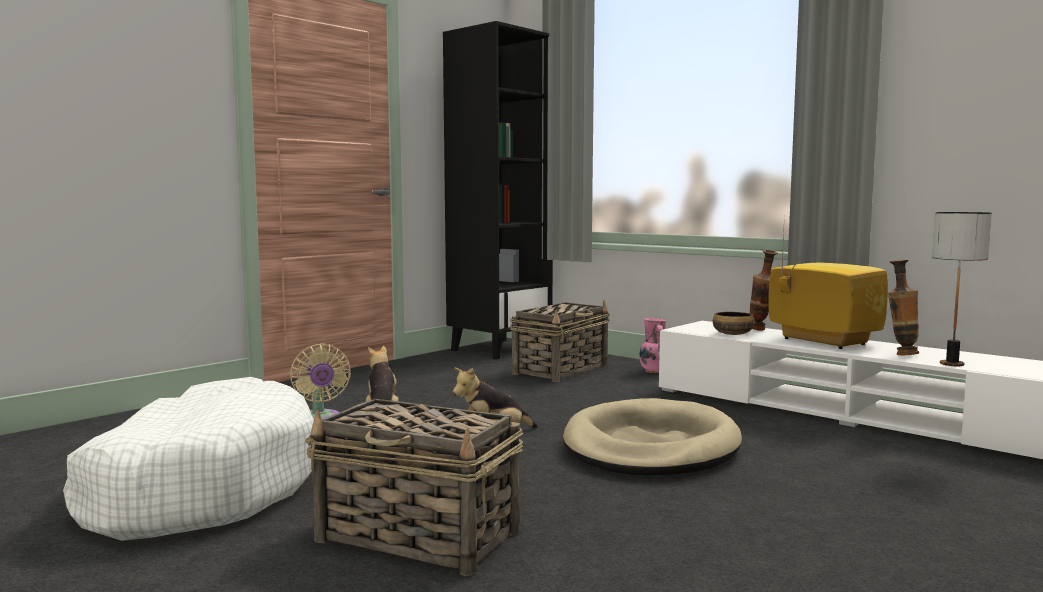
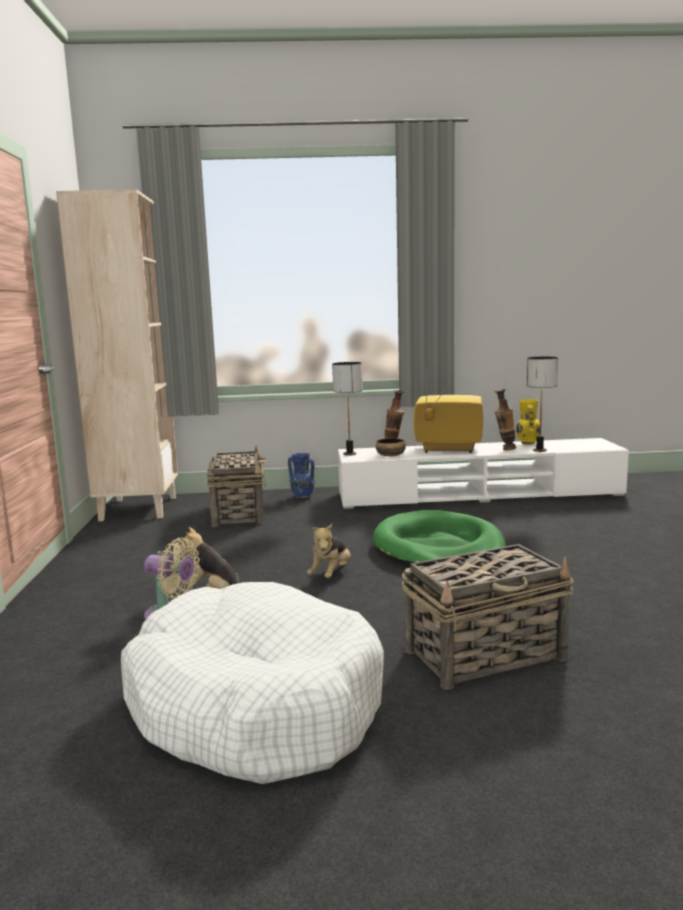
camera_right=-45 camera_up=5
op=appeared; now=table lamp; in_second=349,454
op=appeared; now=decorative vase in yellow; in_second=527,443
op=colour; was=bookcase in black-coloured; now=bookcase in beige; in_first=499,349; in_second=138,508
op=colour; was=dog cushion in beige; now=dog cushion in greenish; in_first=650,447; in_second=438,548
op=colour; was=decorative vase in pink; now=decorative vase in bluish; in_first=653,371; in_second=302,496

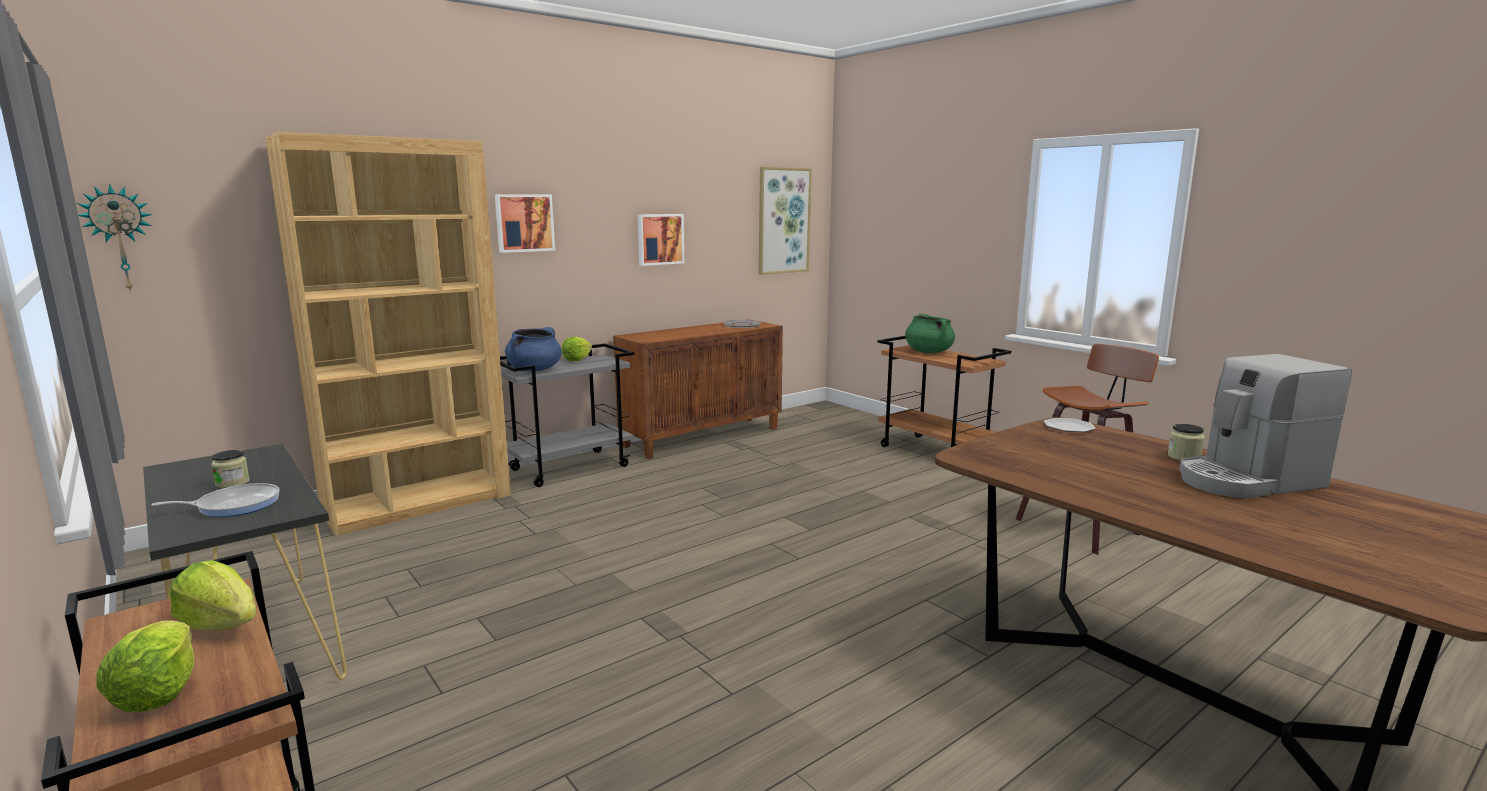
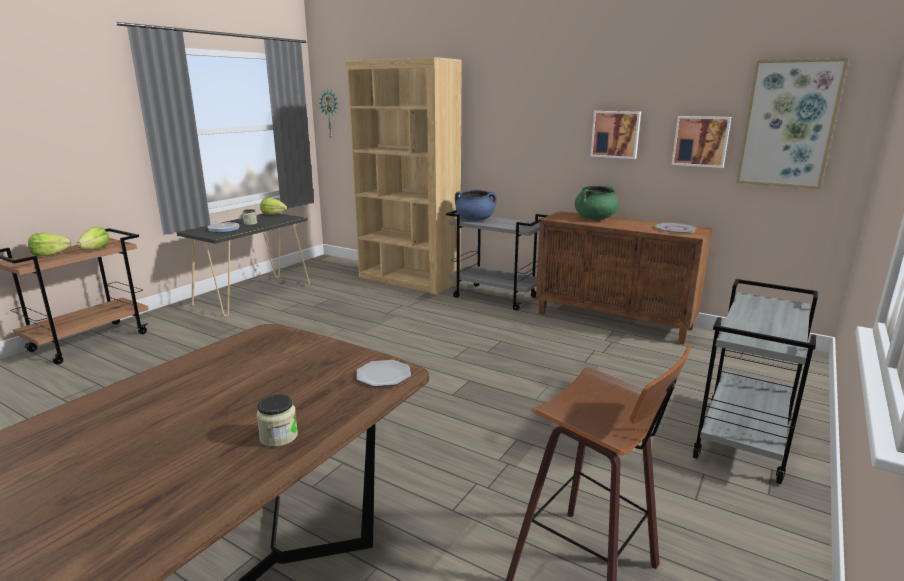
camera_right=70 camera_up=5
op=missing; was=coffee maker; in_first=1247,480
op=relocated; was=wall picture; in_first=524,223; in_second=701,141
op=relocated; was=head of lettuce; in_first=577,359; in_second=273,214
op=relocated; was=cooking pot in greenish; in_first=928,352; in_second=595,218
op=colour; was=cart in brown-coloured; now=cart in gray; in_first=936,452; in_second=744,441

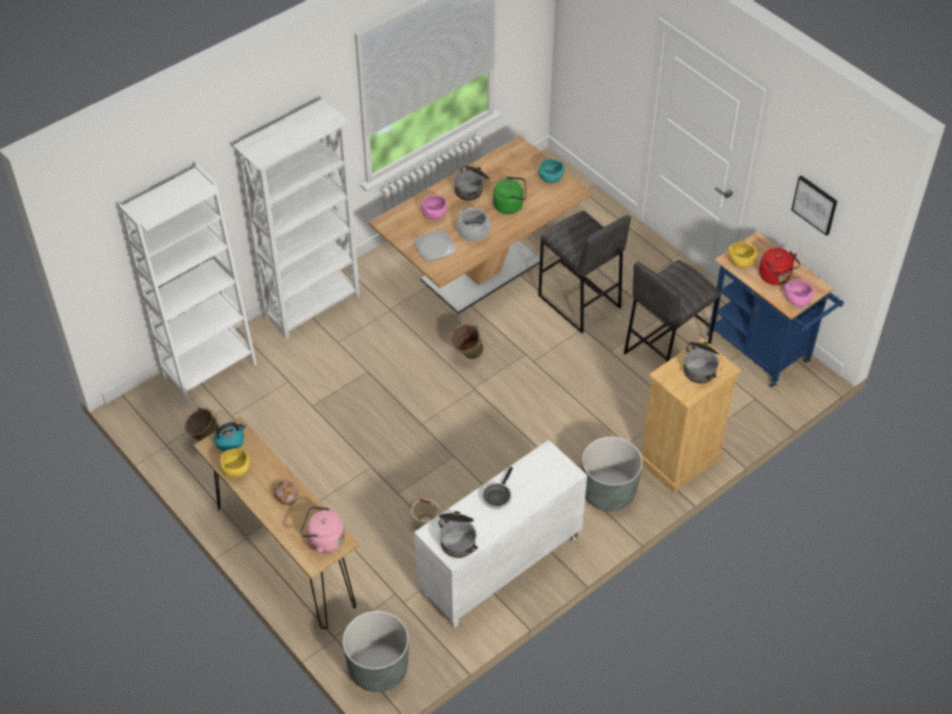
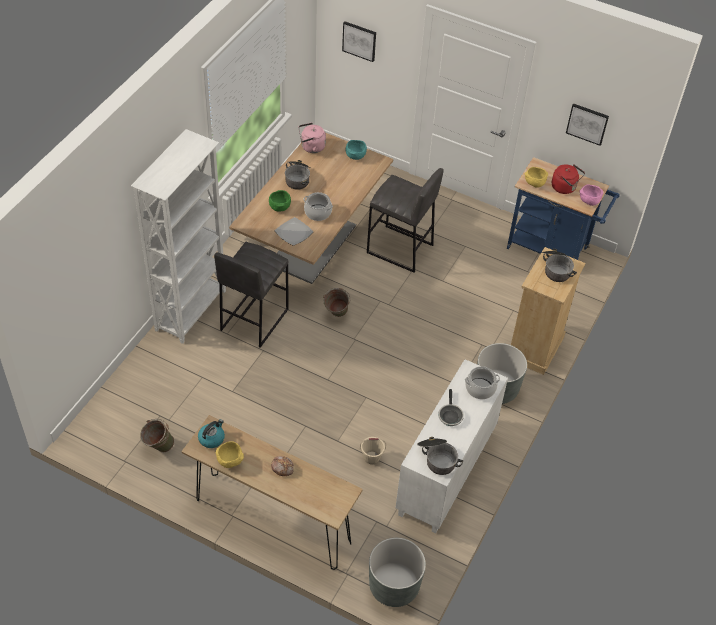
camera_right=-25 camera_up=0
op=missing; was=bookcase in white; in_first=209,370
op=missing; was=tea kettle in greenish; in_first=510,205
op=appeared; now=wall picture; in_second=359,41
op=appeared; now=cooking pot; in_second=480,388
op=relocated; was=tea kettle in pink; in_first=323,540; in_second=311,147
op=relocated; was=stool seat in gray; in_first=665,352; in_second=253,319
op=colour; was=bowl in pink; now=bowl in greenish; in_first=434,215; in_second=279,207

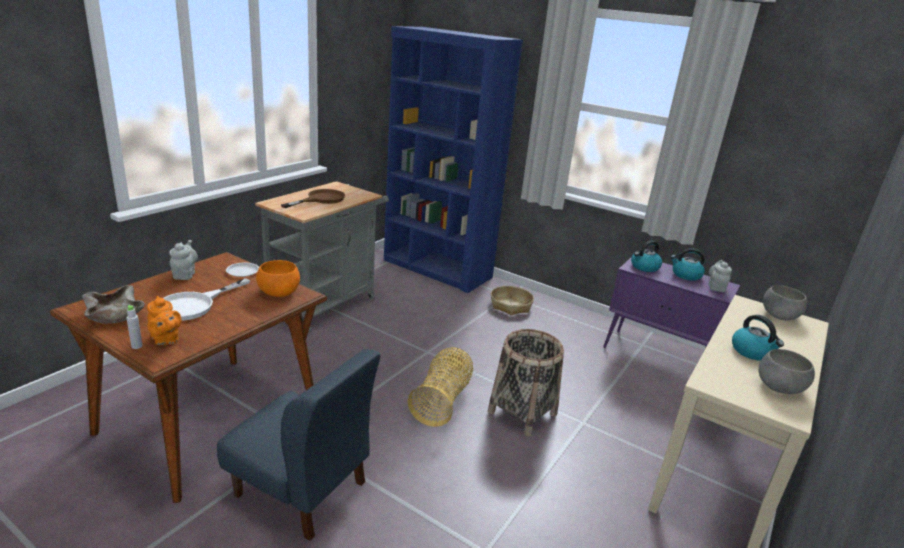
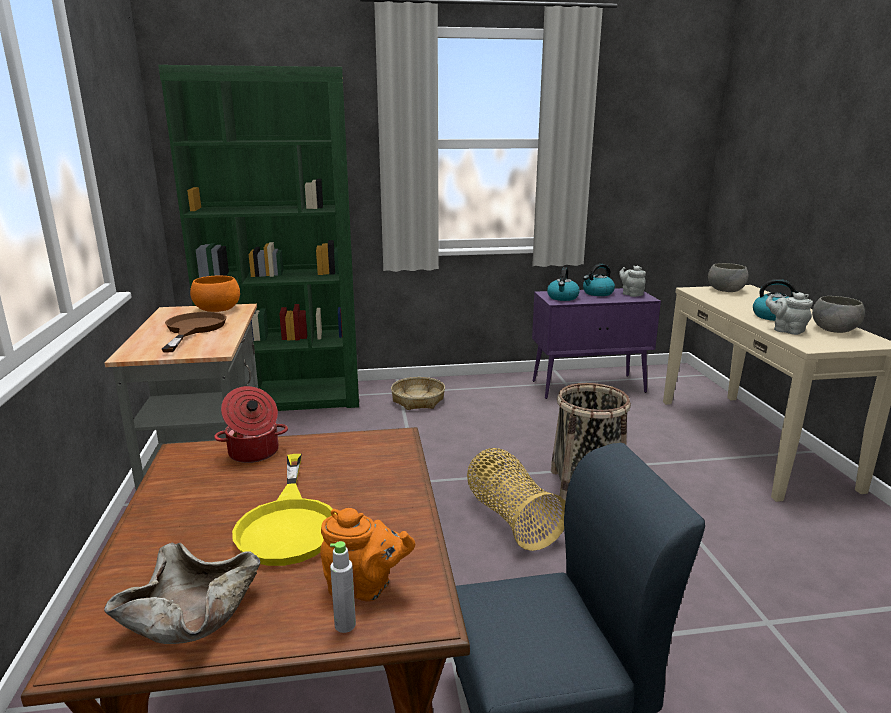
camera_right=-40 camera_up=-5
op=relocated; was=teapot in gray; in_first=185,274; in_second=786,330
op=relocated; was=bowl in orange-coloured; in_first=278,292; in_second=216,309
op=exchanged; was=plate in white; now=cooking pot; in_first=243,272; in_second=253,453
op=colour; was=skillet in white; now=skillet in yellow; in_first=194,305; in_second=289,523
op=colour; was=bookcase in bluish; now=bookcase in greenish; in_first=437,269; in_second=287,398

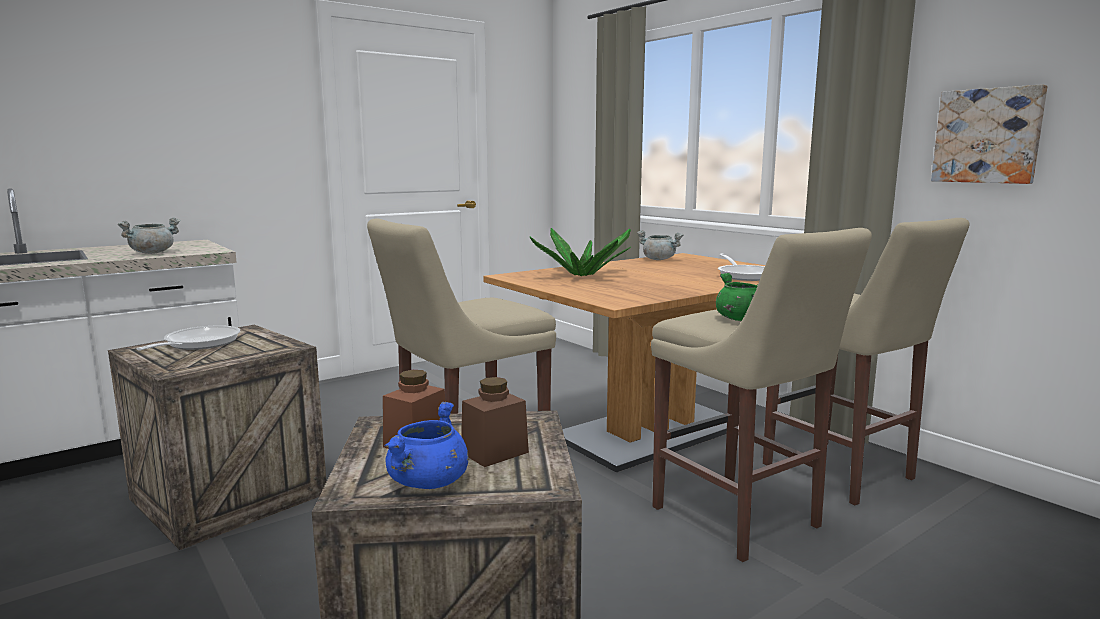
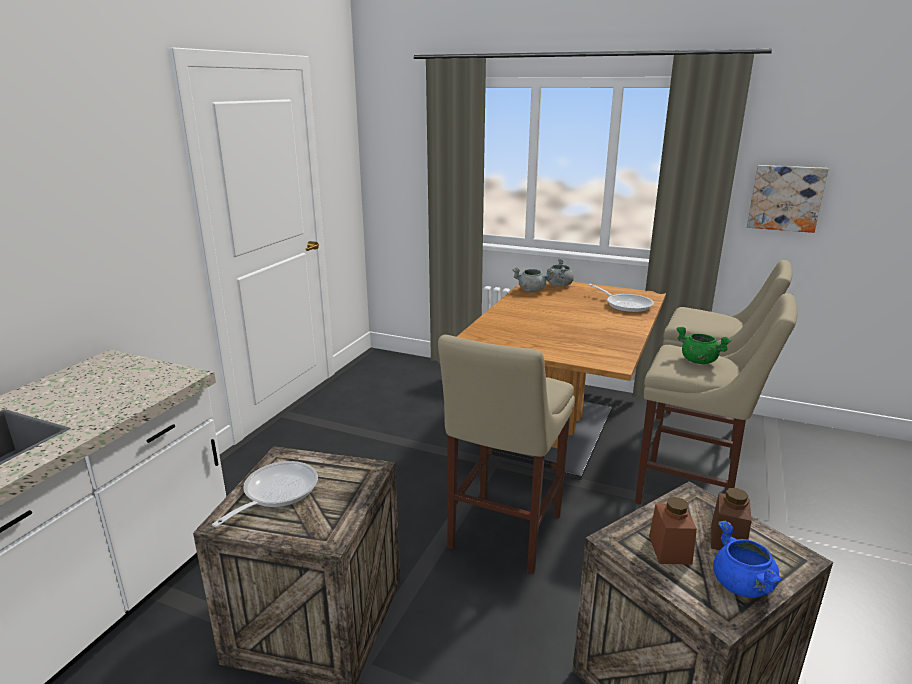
camera_right=-30 camera_up=10
op=missing; was=potted plant; in_first=581,275
op=relocated; was=cooking pot in gray; in_first=152,253; in_second=559,285
op=spun; was=skillet; in_first=197,344; in_second=275,493; clockwise=45

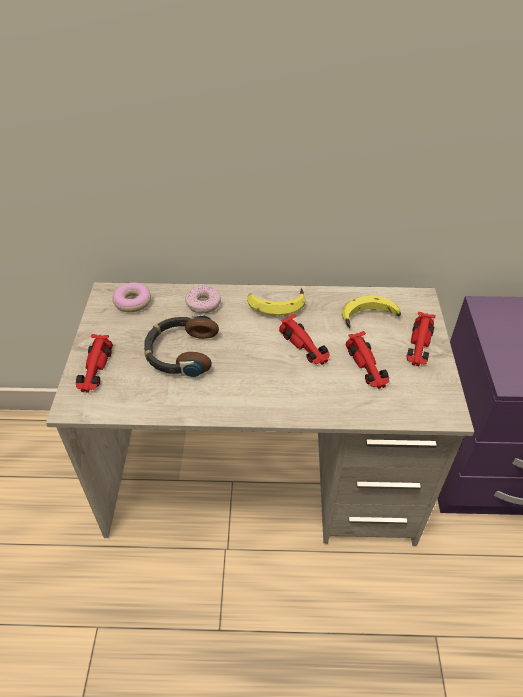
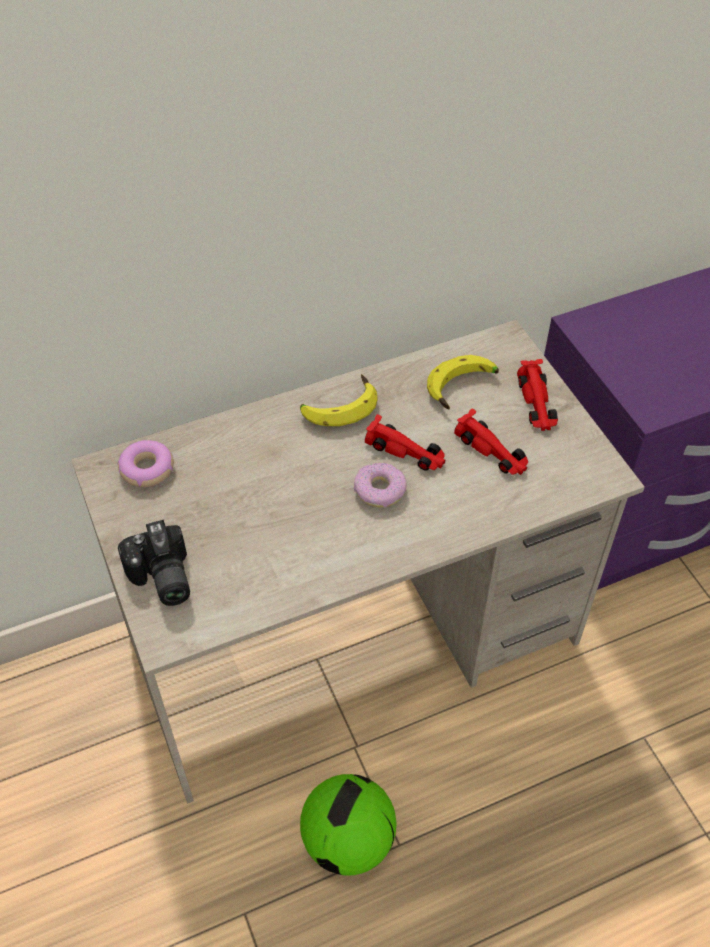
camera_right=-25 camera_up=5
op=missing; was=headset; in_first=181,352
op=appeared; now=football; in_second=348,840
op=relocated; was=donut; in_first=203,304; in_second=379,490
op=exchanged; was=miniature car in red-coloured; now=still camera; in_first=95,369; in_second=160,579

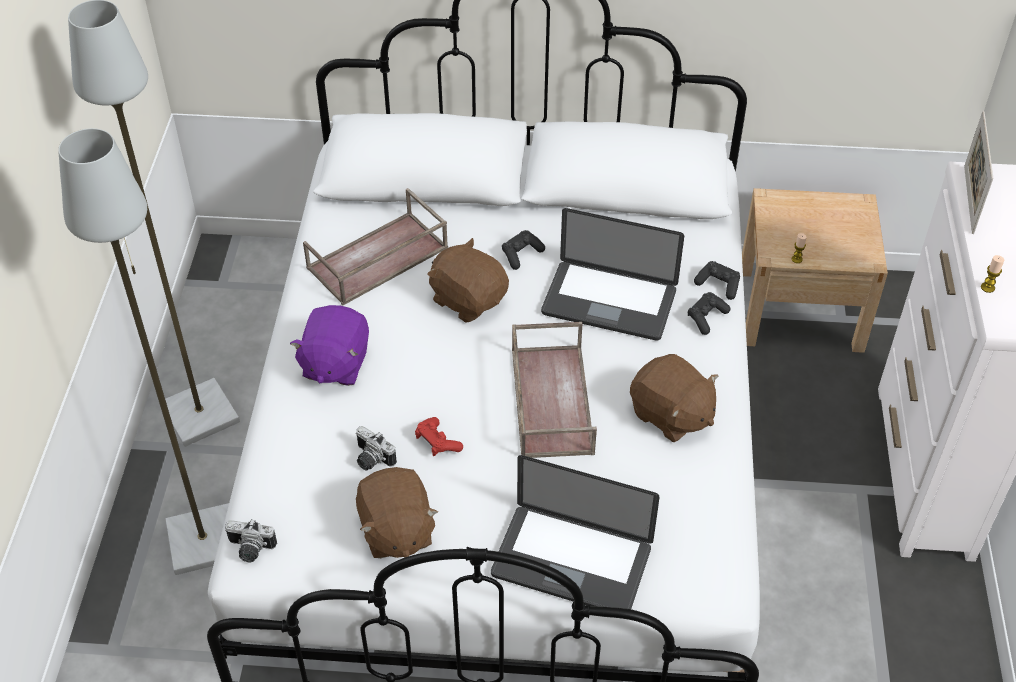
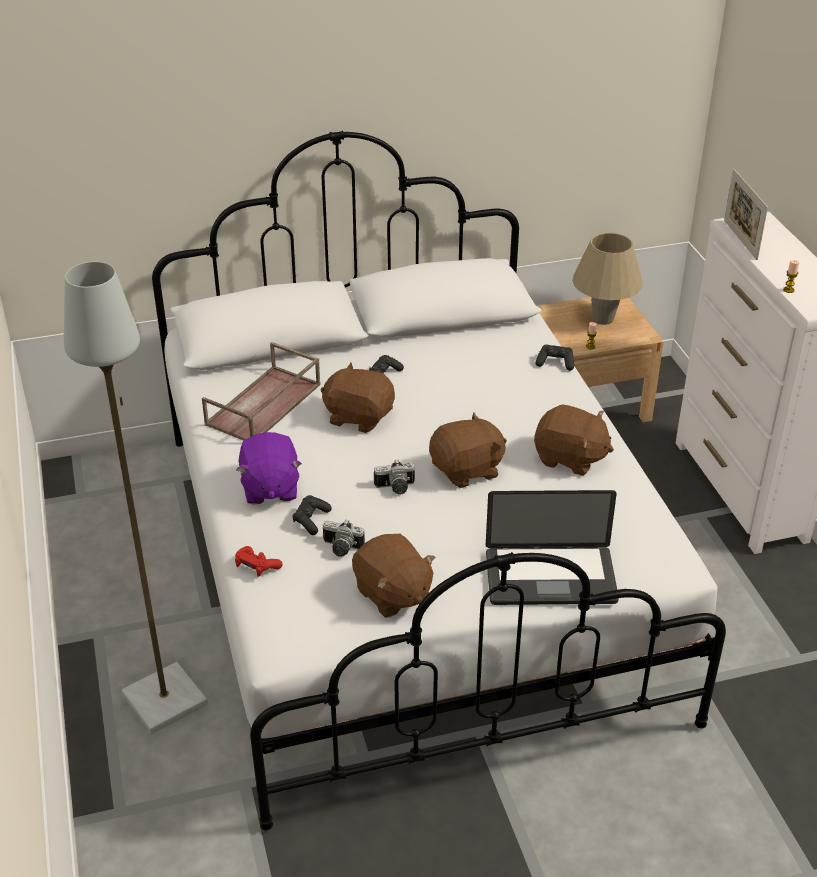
camera_right=-20 camera_up=-10
op=missing; was=standard lamp in gray; in_first=198,414
op=missing; was=portable computer; in_first=609,302
op=appeared; now=table lamp in beige; in_second=603,319
op=relocated; was=still camera; in_first=250,550; in_second=395,488
op=relocated; was=gamepad in red-coloured; in_first=437,443; in_second=256,567
op=relocated; was=gamepad in black-coloured; in_first=706,318; in_second=311,520
op=exchanged; was=carrying tray in brown-coloured; now=plush toy in brown-coloured; in_first=550,399; in_second=467,470

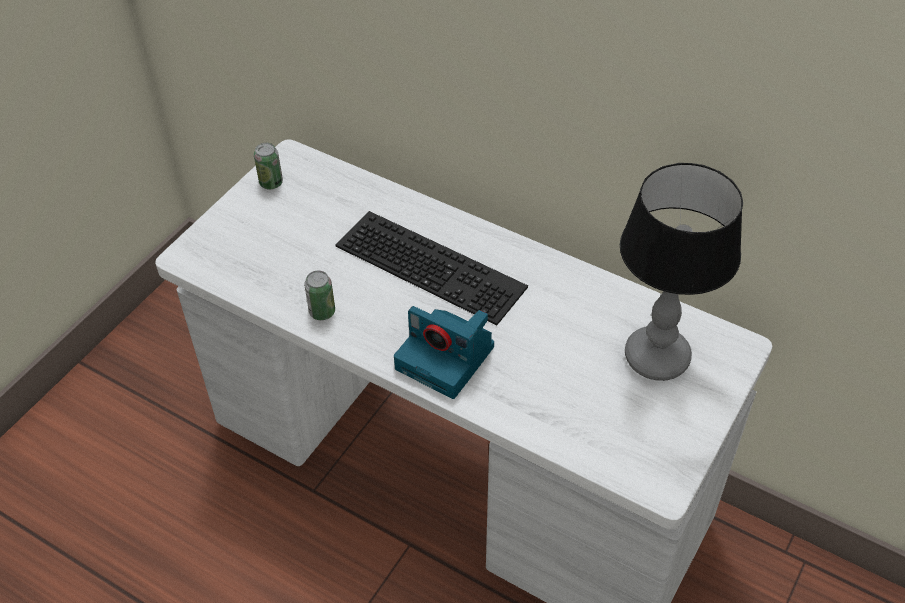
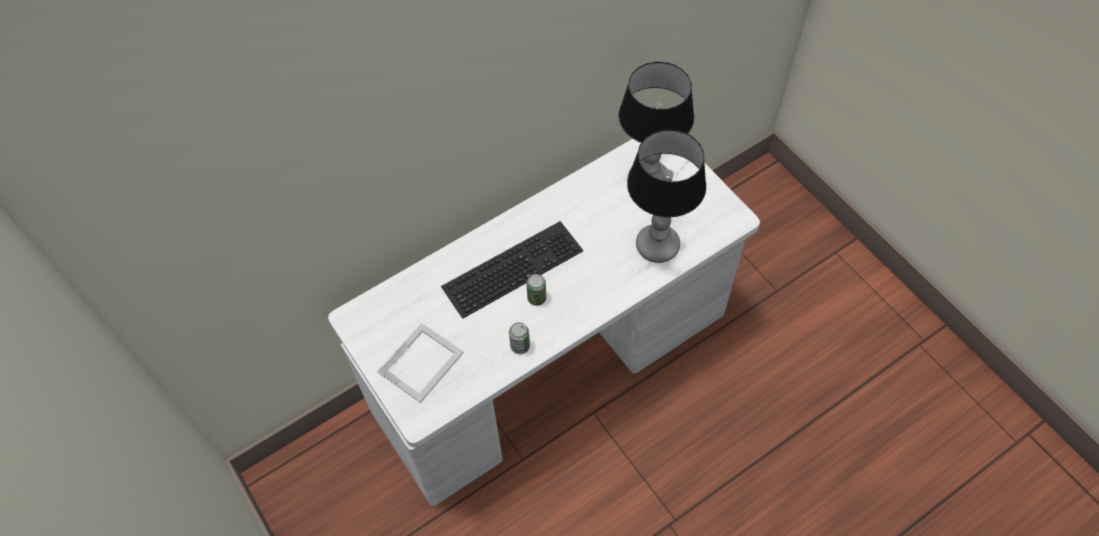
camera_right=-65 camera_up=10
op=missing; was=still camera; in_first=447,358
op=appeared; now=photo frame; in_second=422,362
op=appeared; now=table lamp; in_second=657,245
op=relocated; was=sealed can; in_first=271,183; in_second=536,298

